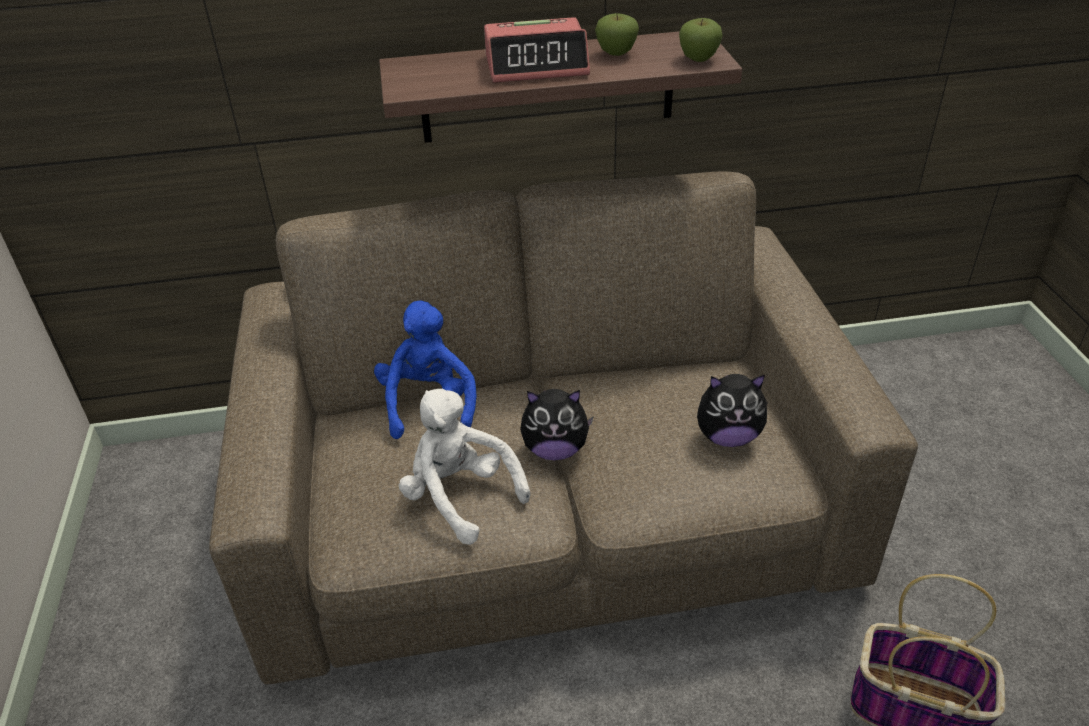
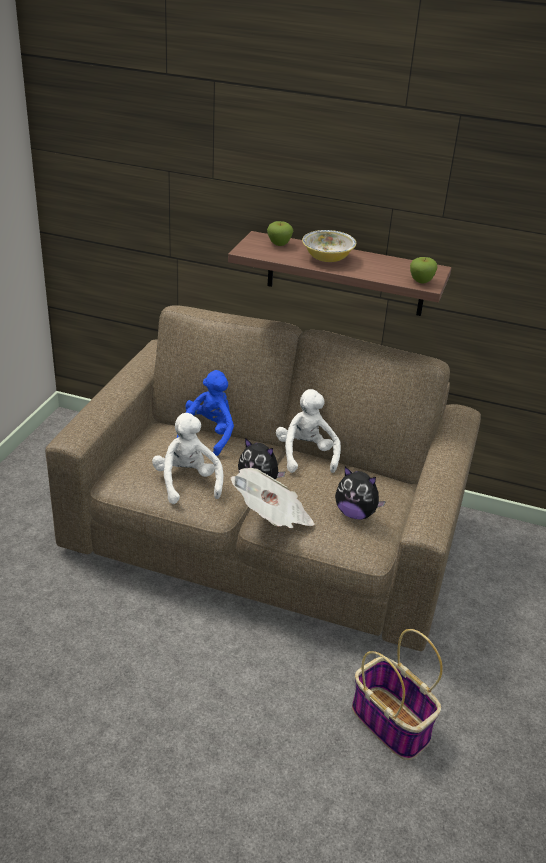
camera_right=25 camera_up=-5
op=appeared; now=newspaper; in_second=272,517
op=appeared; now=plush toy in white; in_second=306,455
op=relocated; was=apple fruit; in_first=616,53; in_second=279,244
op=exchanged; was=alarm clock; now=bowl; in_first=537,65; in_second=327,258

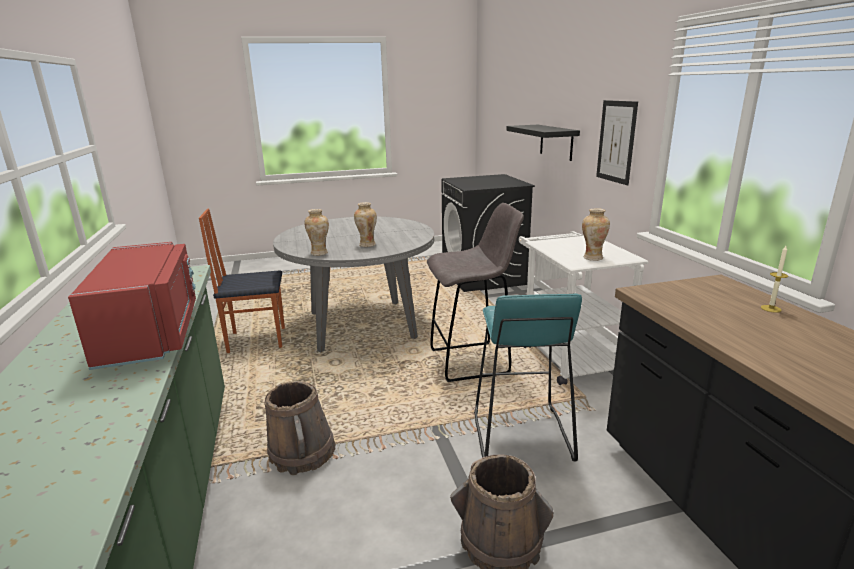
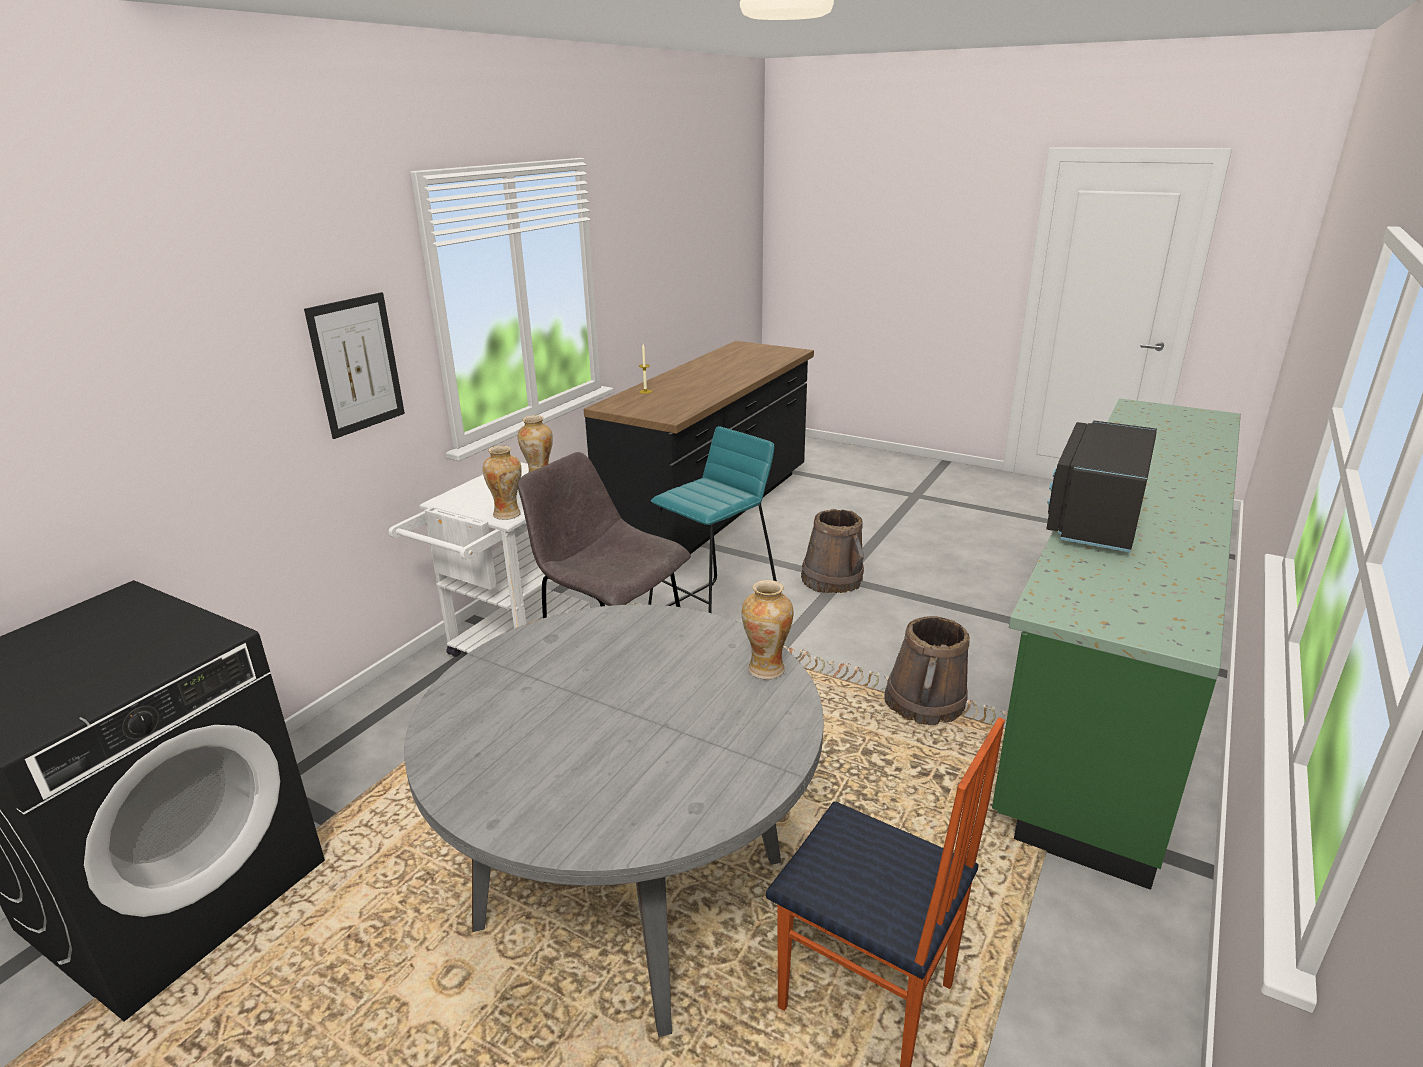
camera_right=-135 camera_up=5
op=missing; was=shelf in black-coloured; in_first=556,142
op=relocated; was=decorative vase; in_first=367,245; in_second=508,514
op=colour; was=kitchen microwave in red-coloured; now=kitchen microwave in black-coloured; in_first=153,333; in_second=1093,518

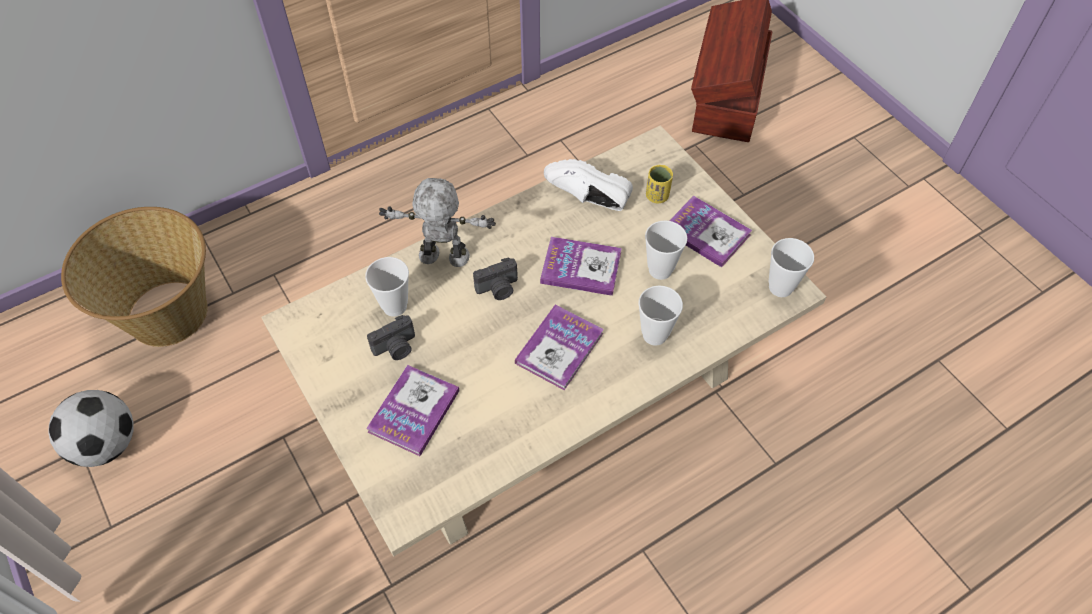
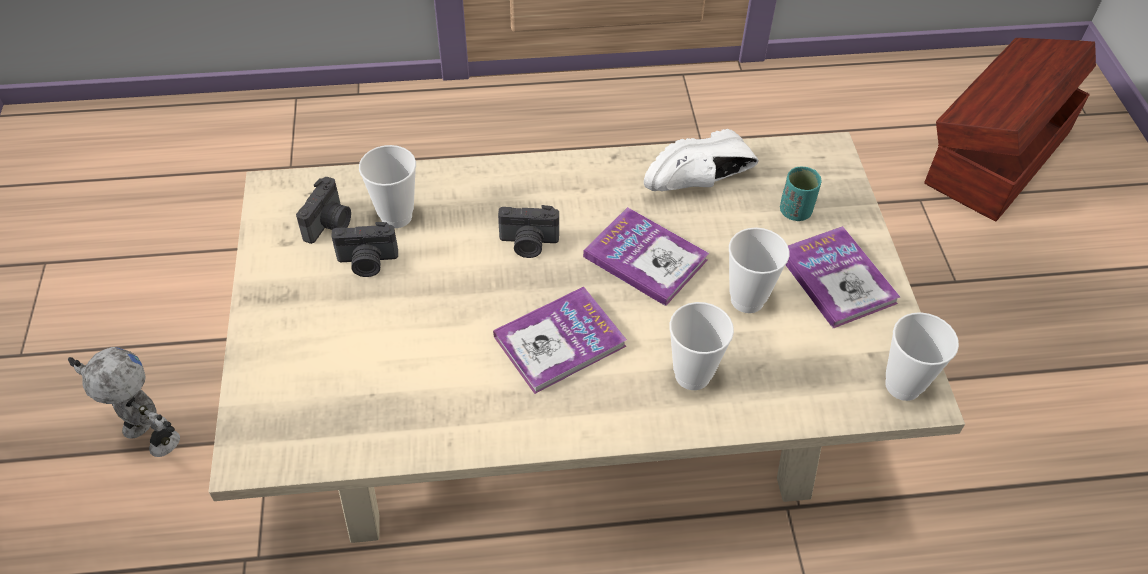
camera_right=25 camera_up=-5
op=missing; was=football; in_first=106,444
op=missing; was=basket; in_first=167,315
op=missing; was=volume; in_first=414,411
op=appeared; now=still camera; in_second=330,224
op=relocated; was=robot figure; in_first=443,258; in_second=149,437
op=colour; was=drinking cup in yellow; now=drinking cup in turquoise; in_first=657,196; in_second=795,211
op=spun; was=shoe in white; in_first=587,199; in_second=701,183; clockwise=-75

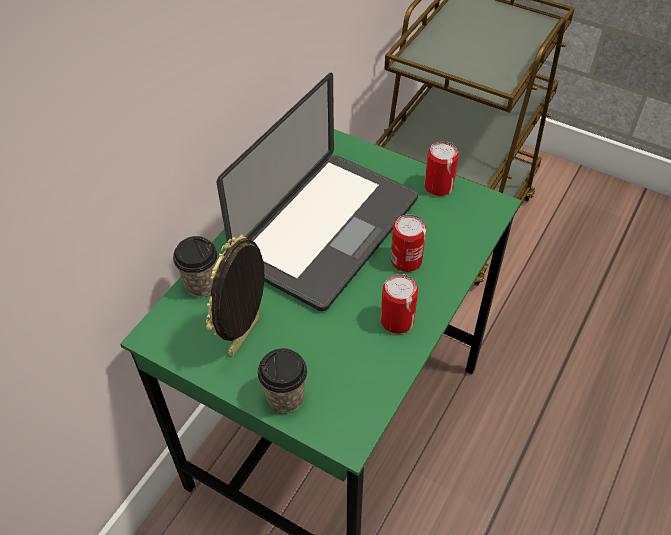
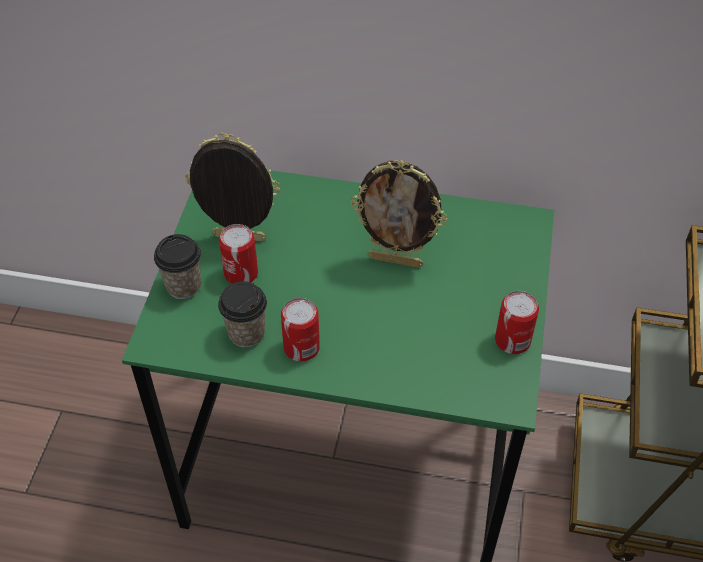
camera_right=70 camera_up=0
op=relocated; was=drinking cup; in_first=202,284; in_second=246,333
op=relocated; was=sealed can; in_first=406,260; in_second=241,273
op=exchanged; was=portable computer; now=photo frame; in_first=327,231; in_second=396,260

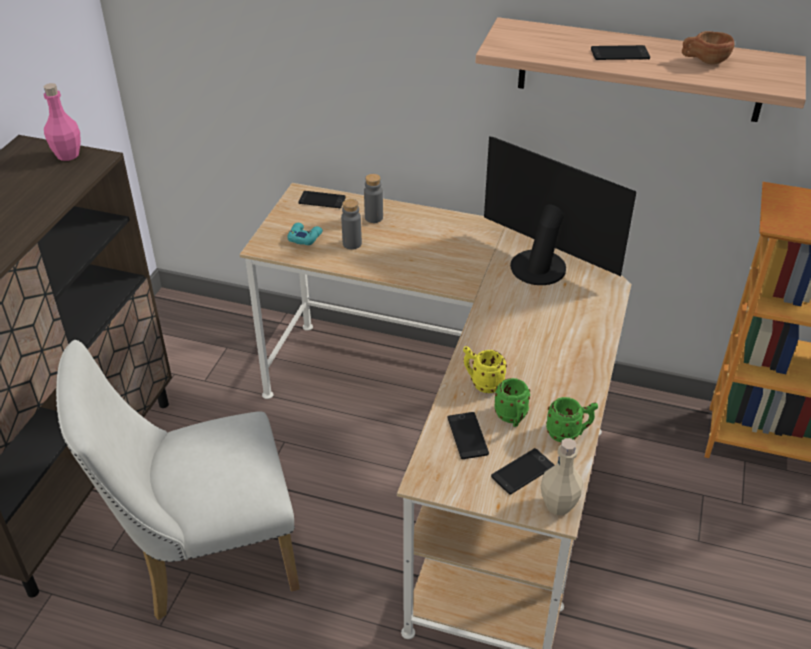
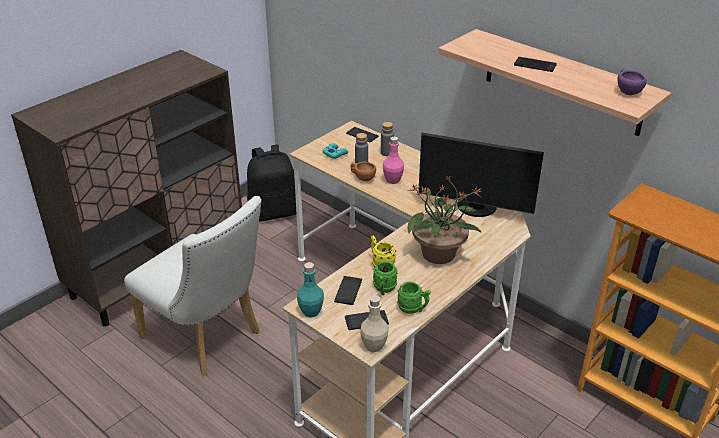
camera_right=25 camera_up=-5
op=appeared; now=backpack in black-coloured; in_second=274,212
op=appeared; now=drink bottle in turquoise; in_second=311,311
op=appeared; now=potted plant; in_second=439,254
op=appeared; now=drinking cup in purple-coloured; in_second=627,91
op=relocated; was=drink bottle in pink; in_first=68,155; in_second=392,180
op=relocated; was=drinking cup in brown-coloured; in_first=704,61; in_second=362,178
op=spun; was=plain chair in white; in_first=205,558; in_second=207,338; clockwise=-150
op=spun; was=computer display; in_first=541,265; in_second=476,208; clockwise=135

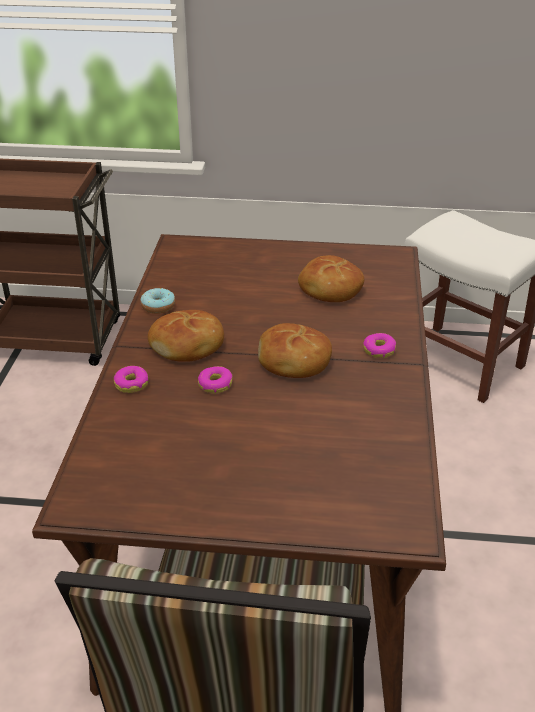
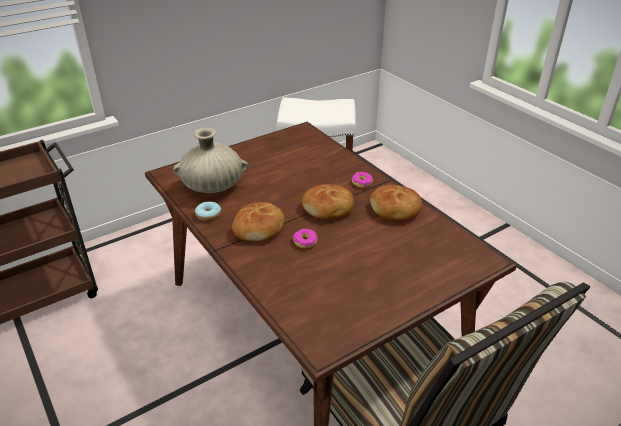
camera_right=-40 camera_up=0
op=missing; was=donut; in_first=131,384
op=appeared; now=decorative vase in beige; in_second=213,187
op=relocated; was=baked bread; in_first=329,289; in_second=395,210

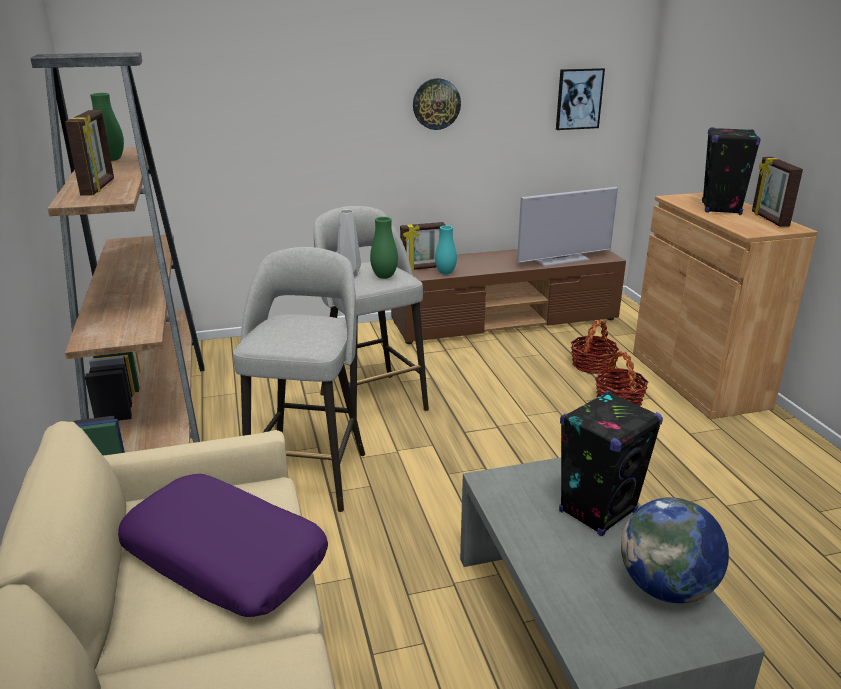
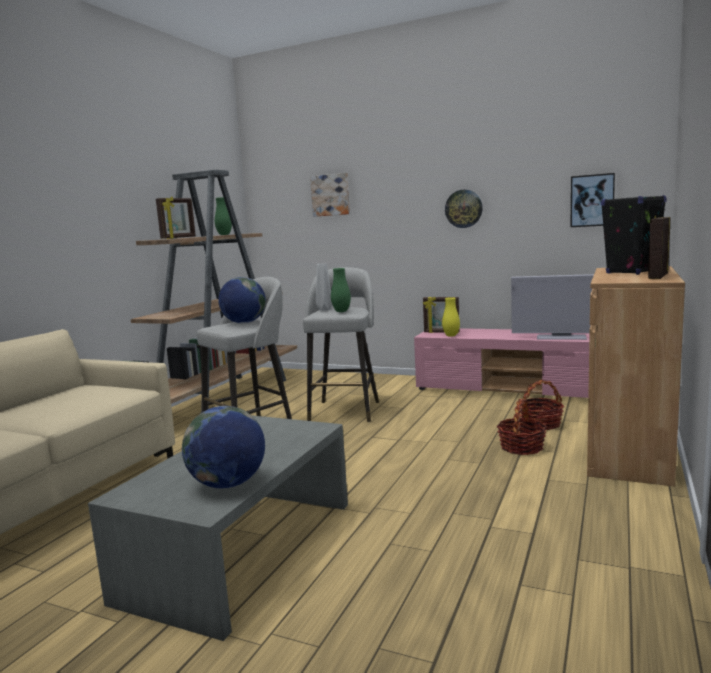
camera_right=40 camera_up=-15
op=missing; was=cushion in purple-coloured; in_first=225,557
op=missing; was=speaker in black-coloured; in_first=598,511
op=appeared; now=world globe; in_second=244,323
op=appeared; now=wall picture; in_second=331,195
op=colour; was=tv stand in brown-coloured; now=tv stand in pink; in_first=505,321; in_second=517,389
op=colour; was=decorative vase in turquoise; now=decorative vase in yellow; in_first=445,273; in_second=451,336

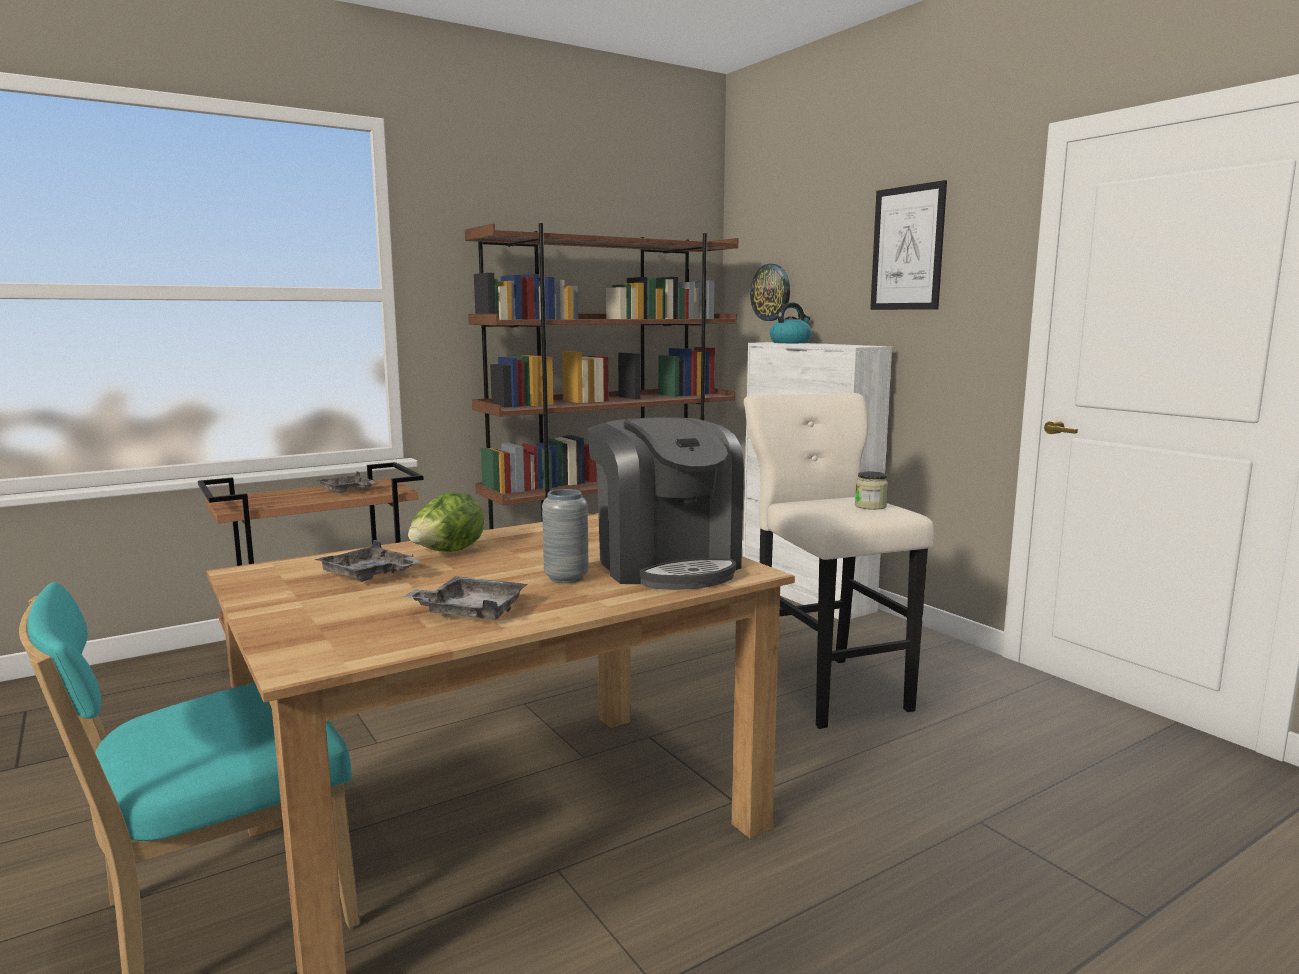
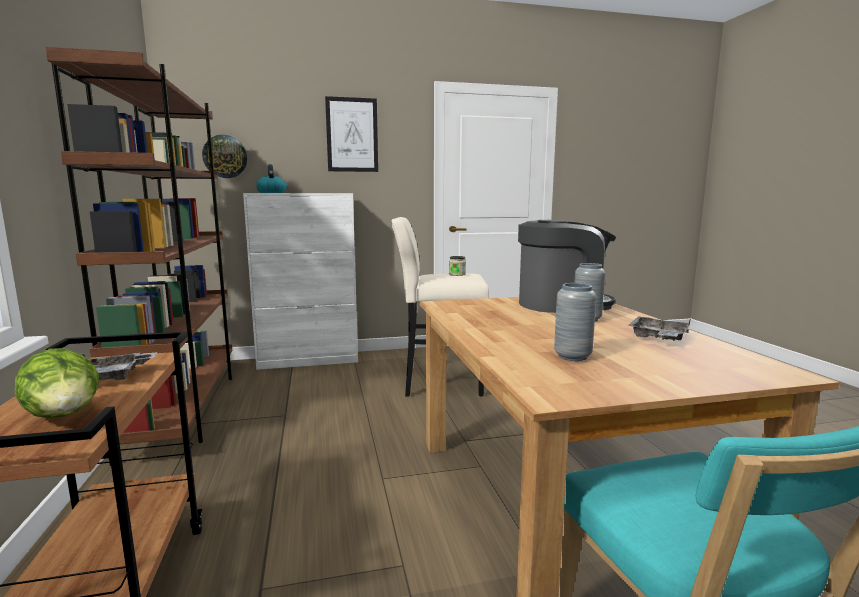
camera_right=-70 camera_up=0
op=relocated; was=head of lettuce; in_first=447,553; in_second=65,417
op=exchanged; was=carrying tray in gray; now=decorative vase in gray; in_first=369,575; in_second=572,356

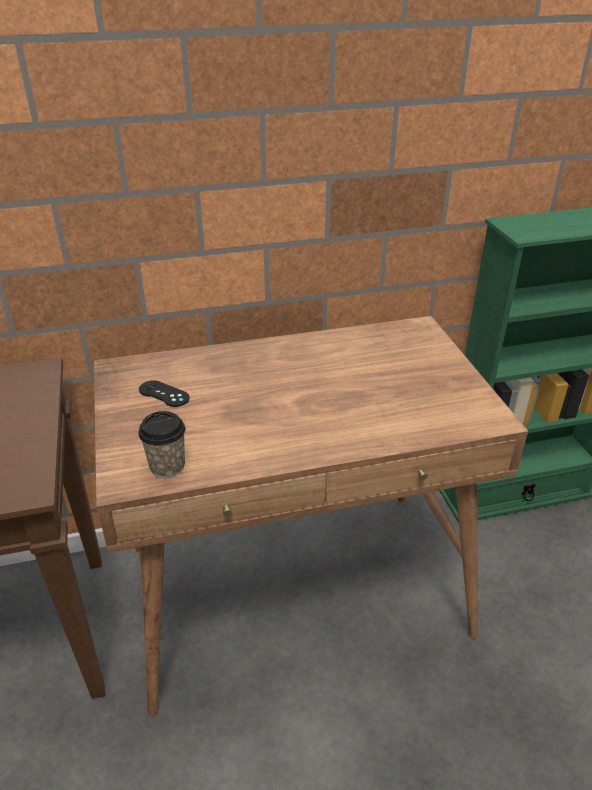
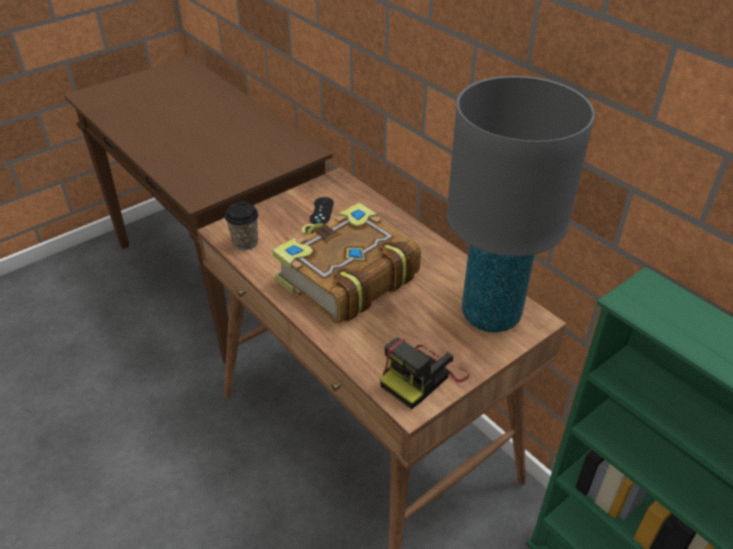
camera_right=65 camera_up=5
op=appeared; now=volume; in_second=345,278
op=appeared; now=still camera; in_second=422,377
op=appeared; now=table lamp in gray; in_second=490,315

